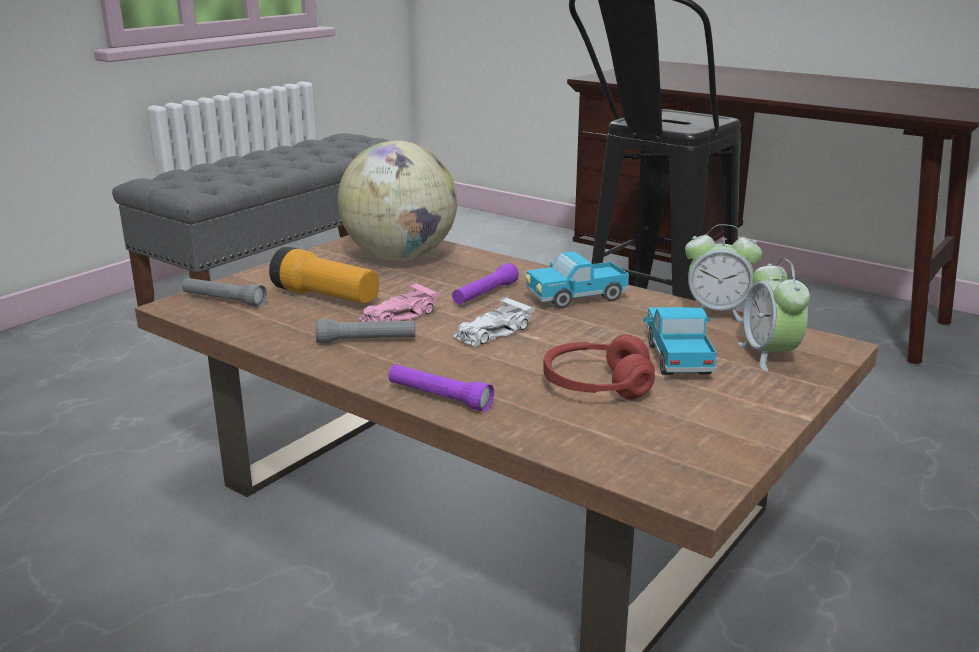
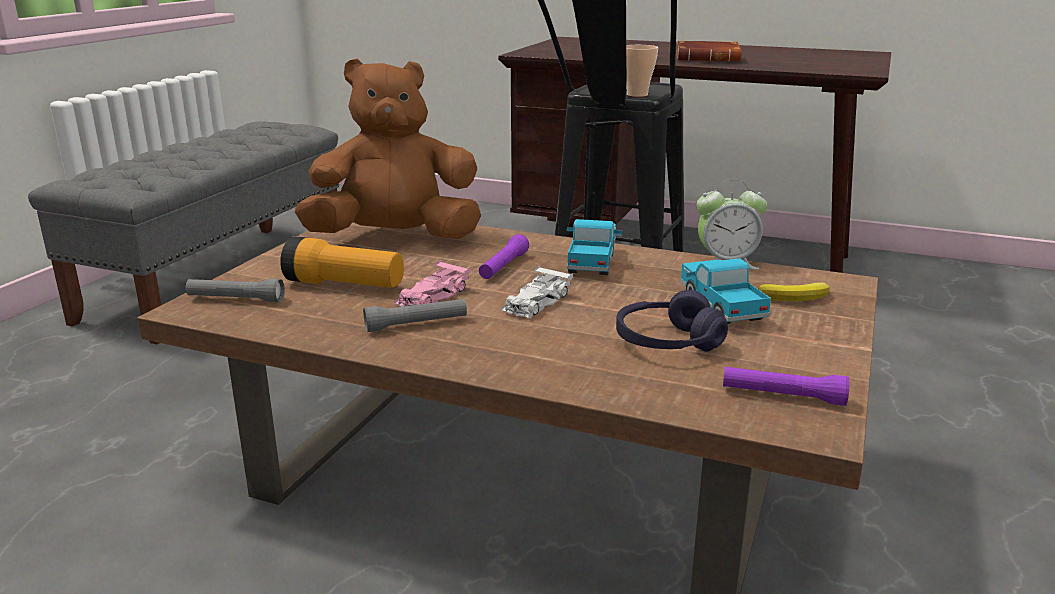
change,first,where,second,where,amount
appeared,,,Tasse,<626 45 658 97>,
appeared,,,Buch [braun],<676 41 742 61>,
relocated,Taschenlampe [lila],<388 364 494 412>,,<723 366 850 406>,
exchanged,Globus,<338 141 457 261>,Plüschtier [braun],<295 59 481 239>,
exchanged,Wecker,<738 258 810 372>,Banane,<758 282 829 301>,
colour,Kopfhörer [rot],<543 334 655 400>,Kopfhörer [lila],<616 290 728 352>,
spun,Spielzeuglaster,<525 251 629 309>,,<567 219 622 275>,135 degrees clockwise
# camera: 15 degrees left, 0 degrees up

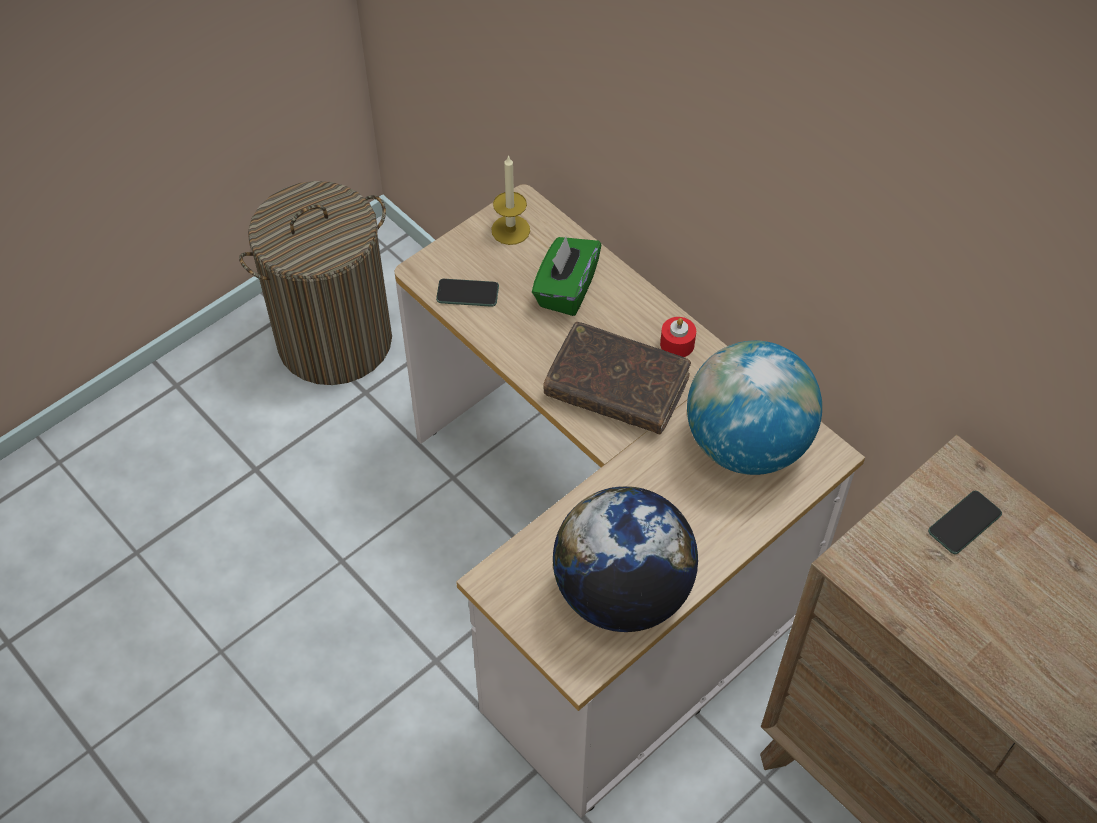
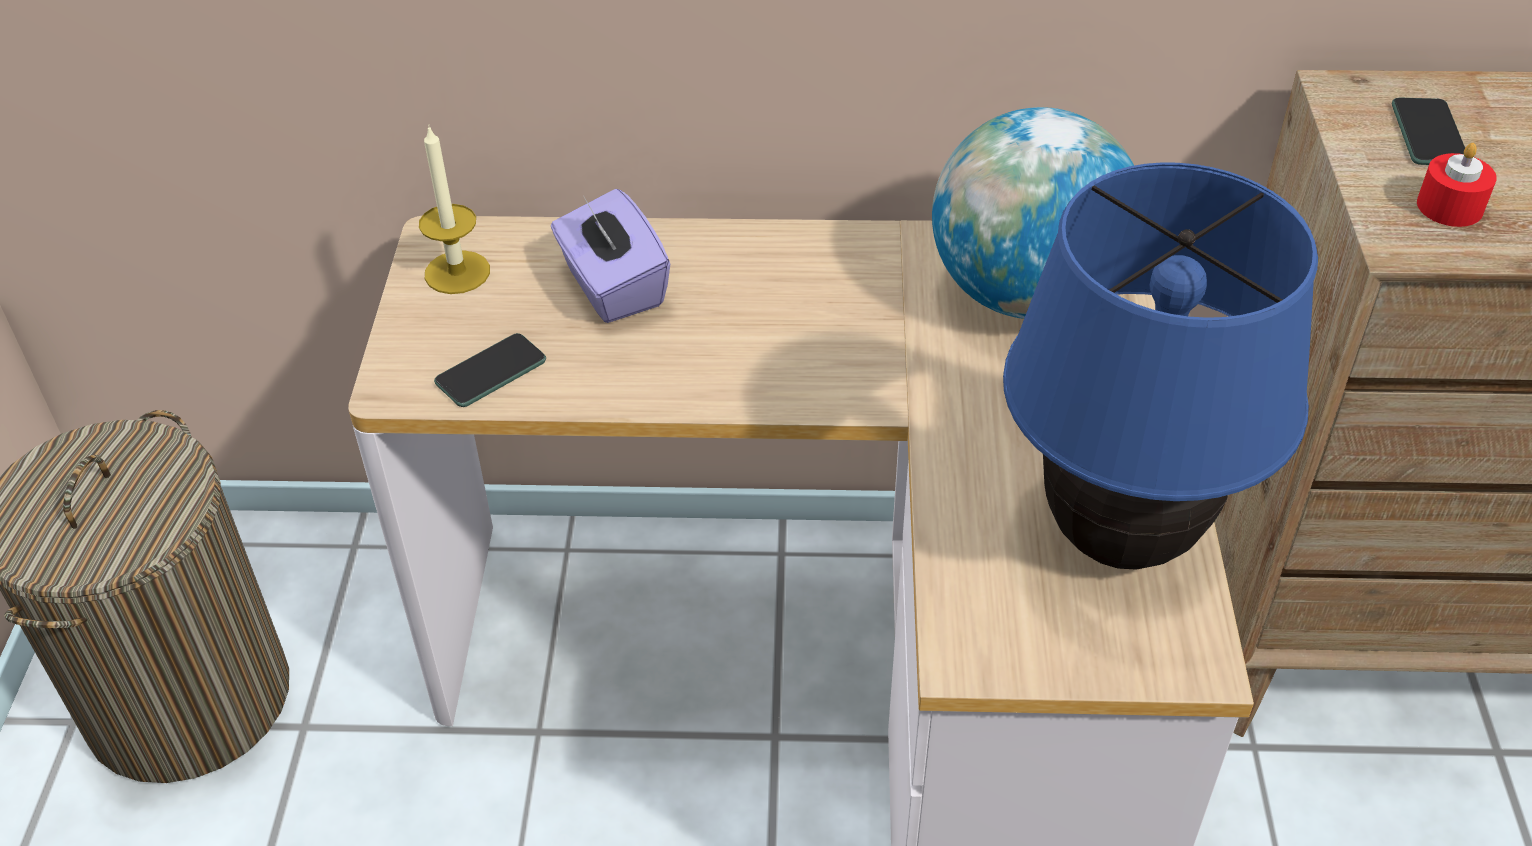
change,first,where,second,where,amount
missing,Buch [braun],<543 322 691 434>,,,
relocated,Kerze [rot],<660 317 696 357>,,<1417 143 1497 227>,
exchanged,Globus,<553 486 698 632>,Tischlampe [blau],<1003 163 1318 570>,
colour,Taschentuchbox [grün],<532 237 601 316>,Taschentuchbox [lila],<551 189 670 323>,
# camera: 45 degrees left, 10 degrees down

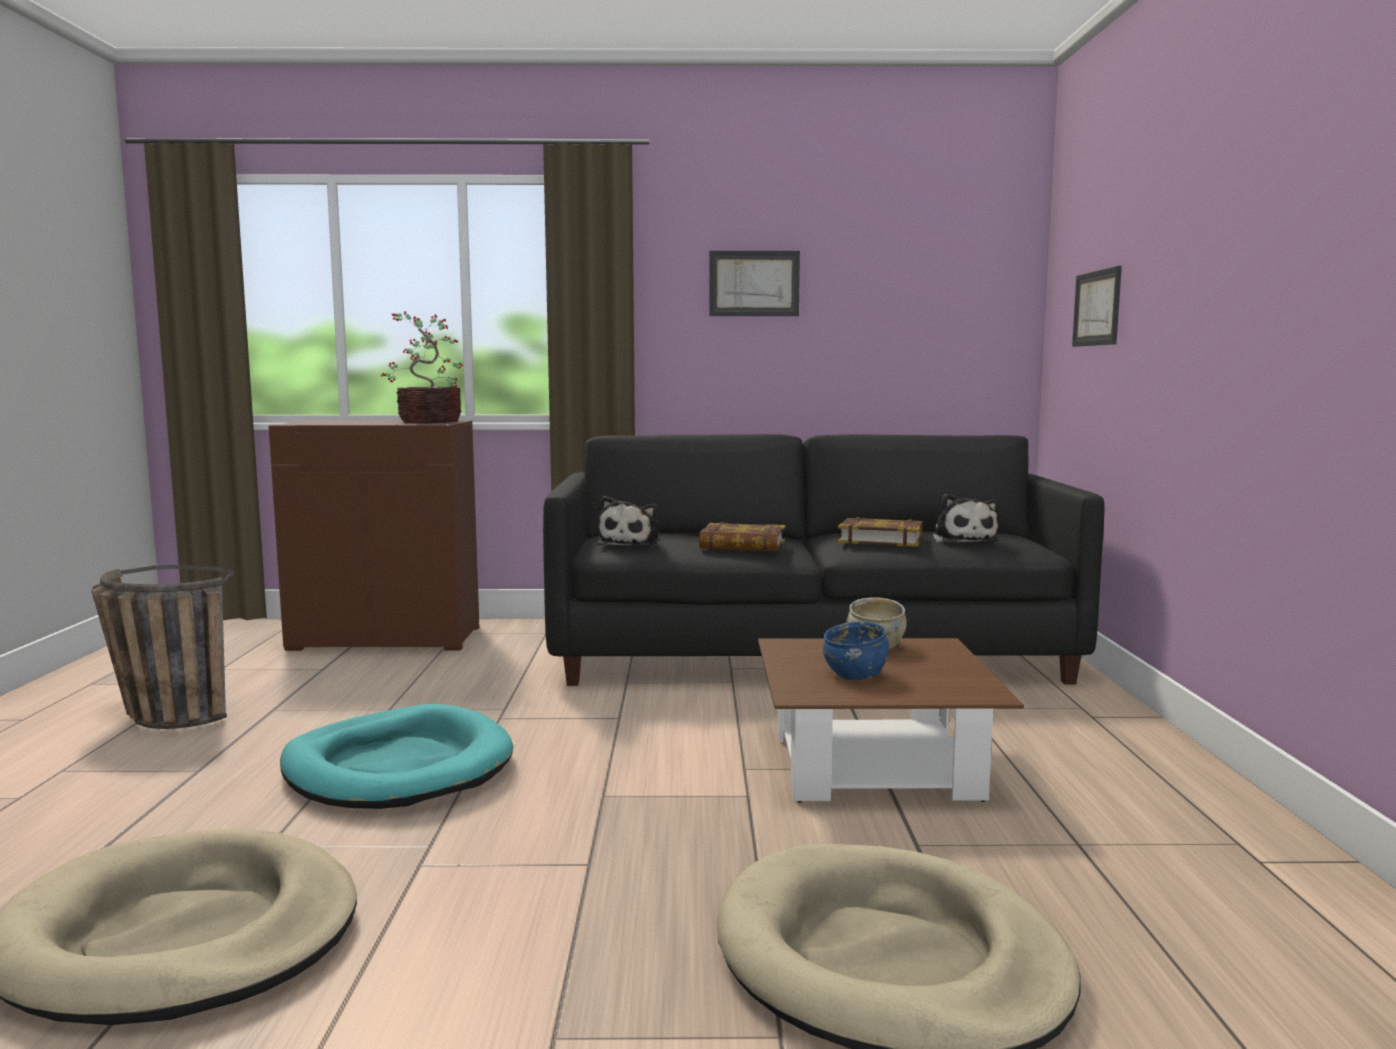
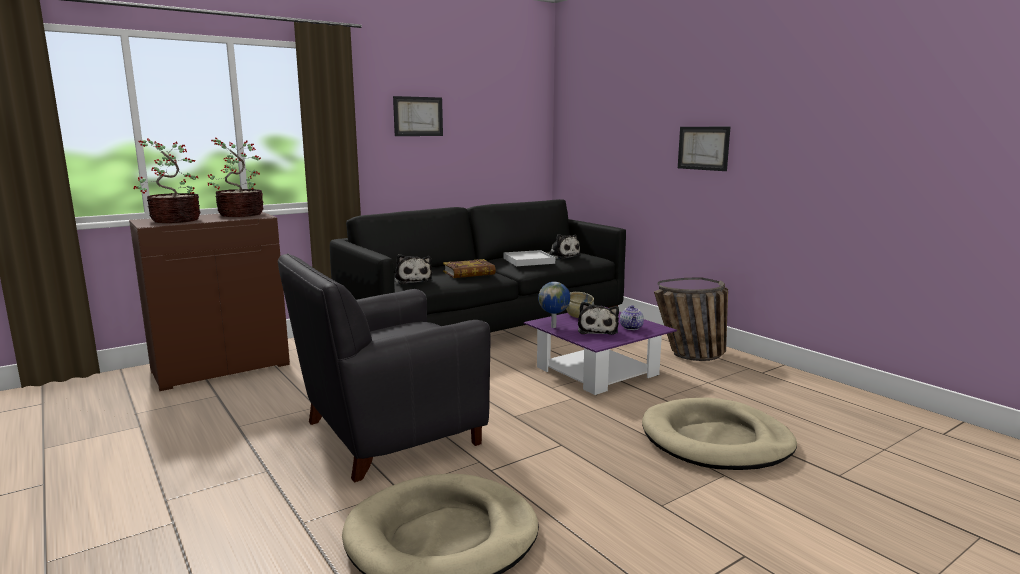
change,first,where,second,where,amount
appeared,,,Topfpflanze,<134 138 201 223>,
appeared,,,Globus,<538 282 570 328>,
appeared,,,Teekanne,<620 305 644 330>,
relocated,Korb,<91 565 235 729>,,<654 277 728 361>,
relocated,Bild,<1072 266 1122 347>,,<678 127 730 171>,
exchanged,Hundebett [türkis],<280 704 513 809>,Sessel [schwarz],<278 254 490 482>,
exchanged,Schüssel [blau],<823 621 889 680>,Plüschtier,<578 302 619 335>,
exchanged,Buch,<838 517 922 547>,Tablett [weiß],<503 250 555 266>,
colour,Couchtisch [braun],<758 638 1024 803>,Couchtisch [lila],<524 306 677 395>,
# camera: 35 degrees left, 5 degrees up

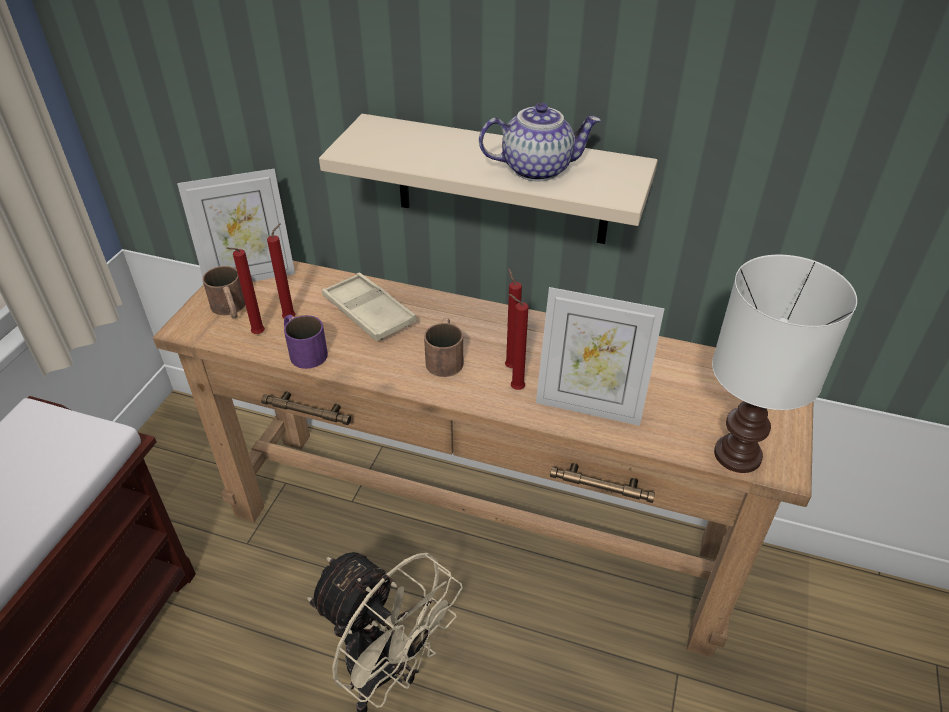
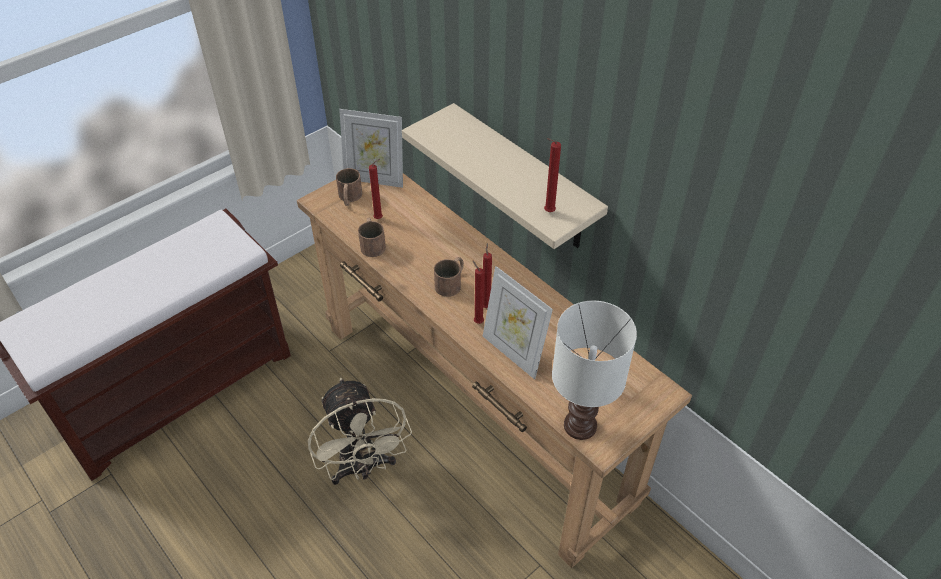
change,first,where,second,where,amount
missing,Tablett [beige],<322 273 416 341>,,,
missing,Teekanne,<479 103 601 181>,,,
relocated,Kerze [rot],<226 247 265 334>,,<544 138 561 212>,
colour,Henkelbecher [lila],<284 315 328 369>,Henkelbecher [braun],<358 218 386 257>,
# camera: 30 degrees right, 5 degrees up

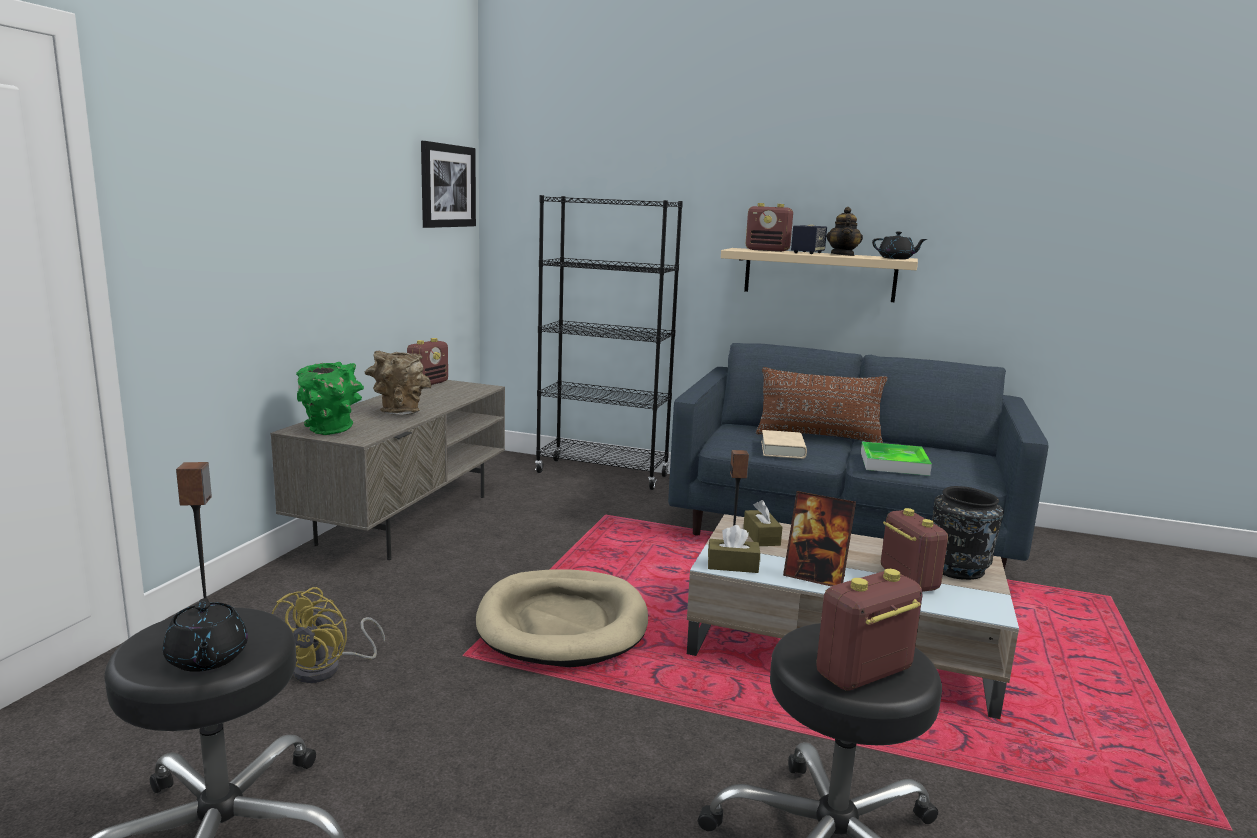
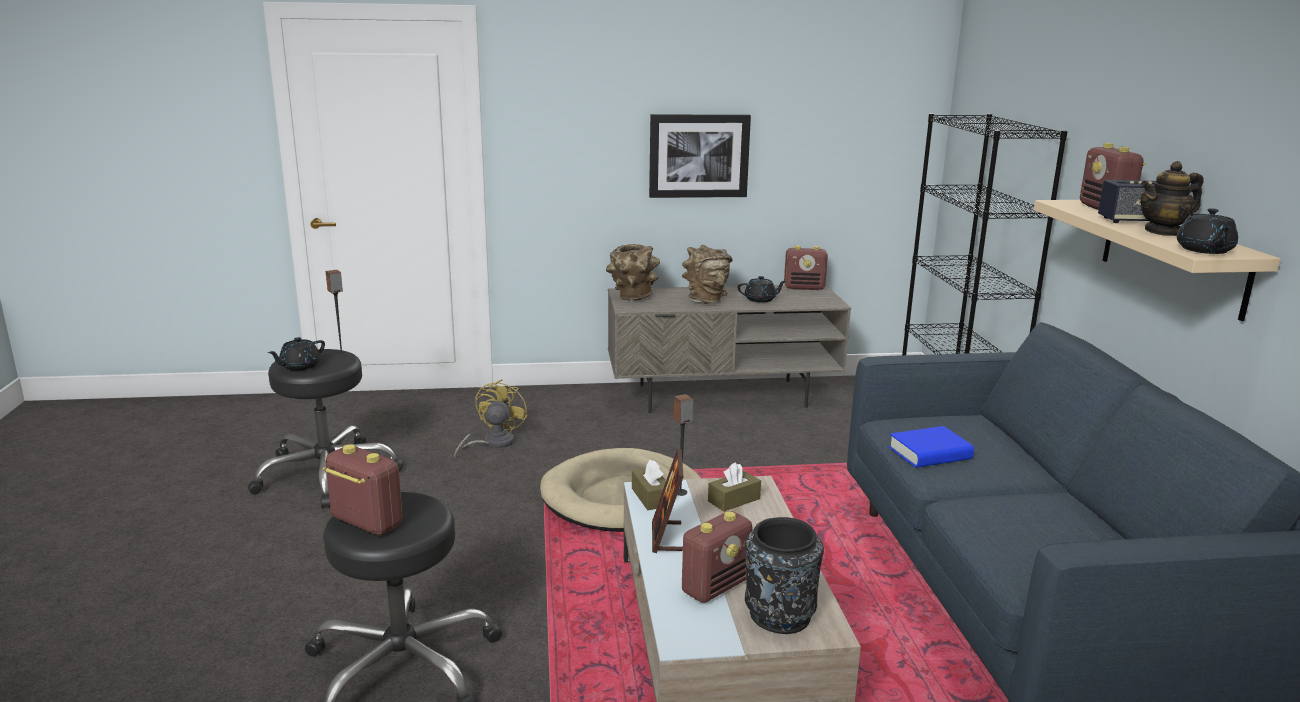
change,first,where,second,where,amount
missing,Kissen [braun],<756 367 887 443>,,,
missing,Tablett,<861 442 932 476>,,,
appeared,,,Teekanne [schwarz],<738 276 787 303>,
relocated,Bild,<421 141 476 228>,,<649 114 751 198>,
colour,Vase [grün],<296 362 364 435>,Vase [braun],<606 244 660 301>,
colour,Buch [beige],<761 430 807 459>,Buch [blau],<889 426 974 468>,
spun,Ventilator [gelb],<271 587 385 683>,,<454 379 528 457>,120 degrees clockwise
# camera: 65 degrees right, 5 degrees up

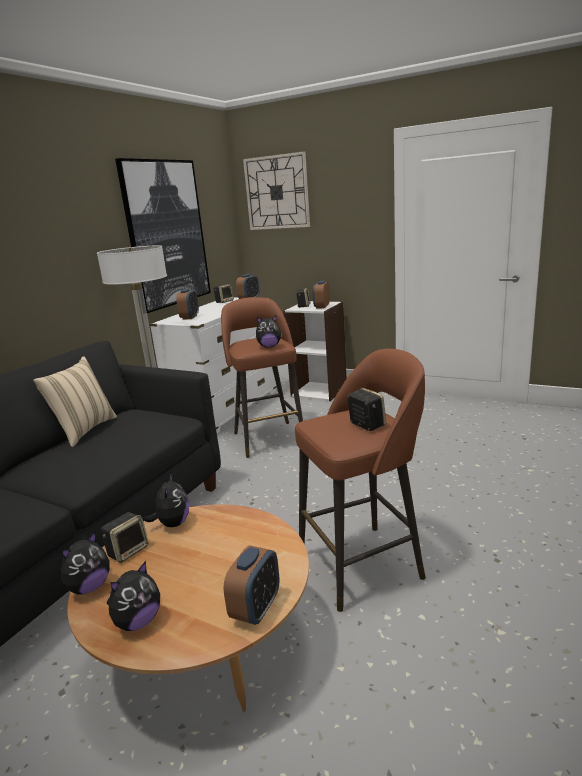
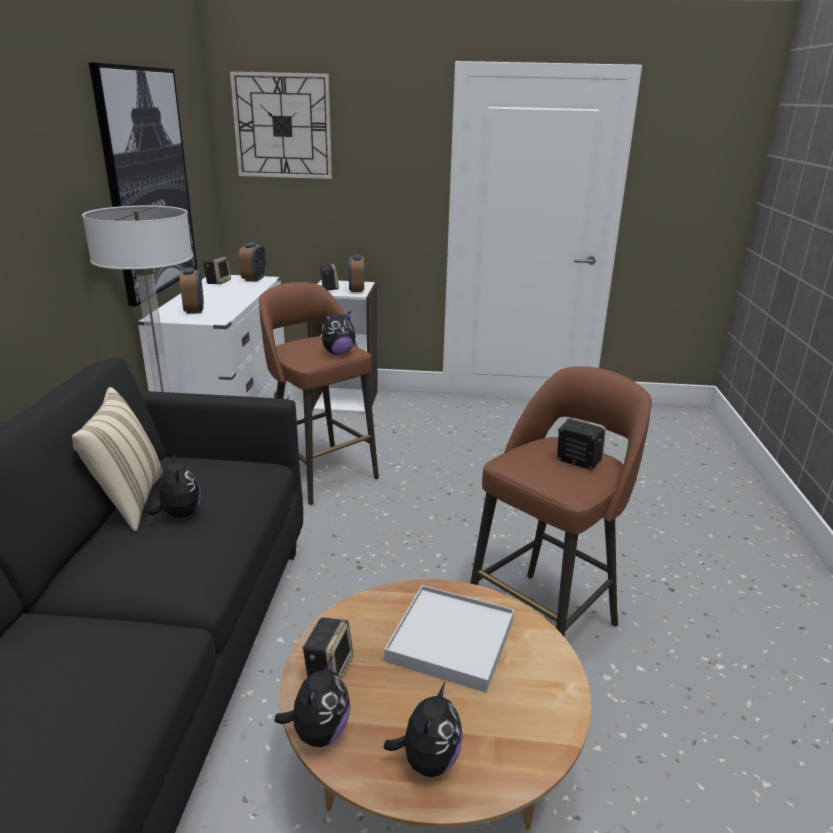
change,first,where,second,where,amount
missing,Wecker,<224 545 280 625>,,,
appeared,,,Tablett [weiß],<384 585 514 693>,
relocated,Plüschtier,<144 473 189 527>,,<147 453 201 518>,
# camera: 25 degrees left, 5 degrees up

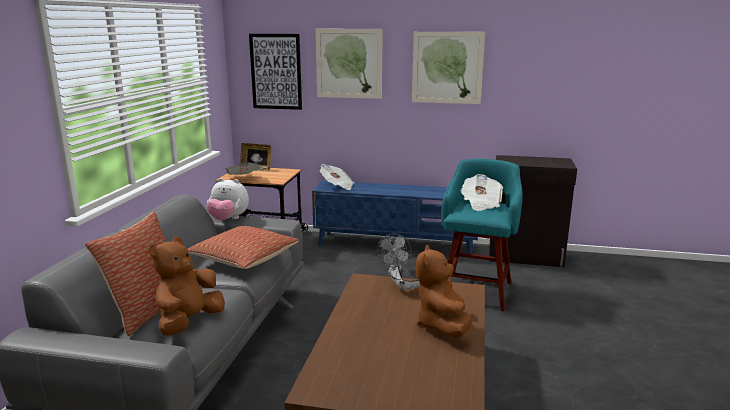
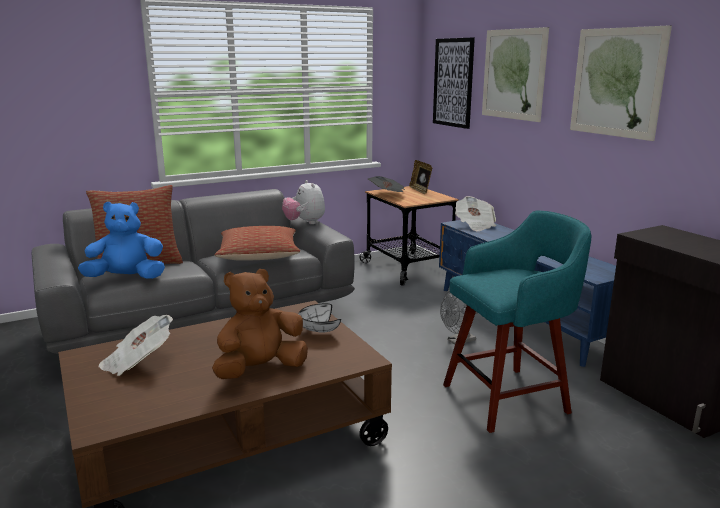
change,first,where,second,where,amount
relocated,Zeitung,<461 174 503 211>,,<99 315 173 376>,
colour,Plüschtier [braun],<149 237 225 336>,Plüschtier [blau],<78 202 165 279>,
# camera: 50 degrees right, 0 degrees up

